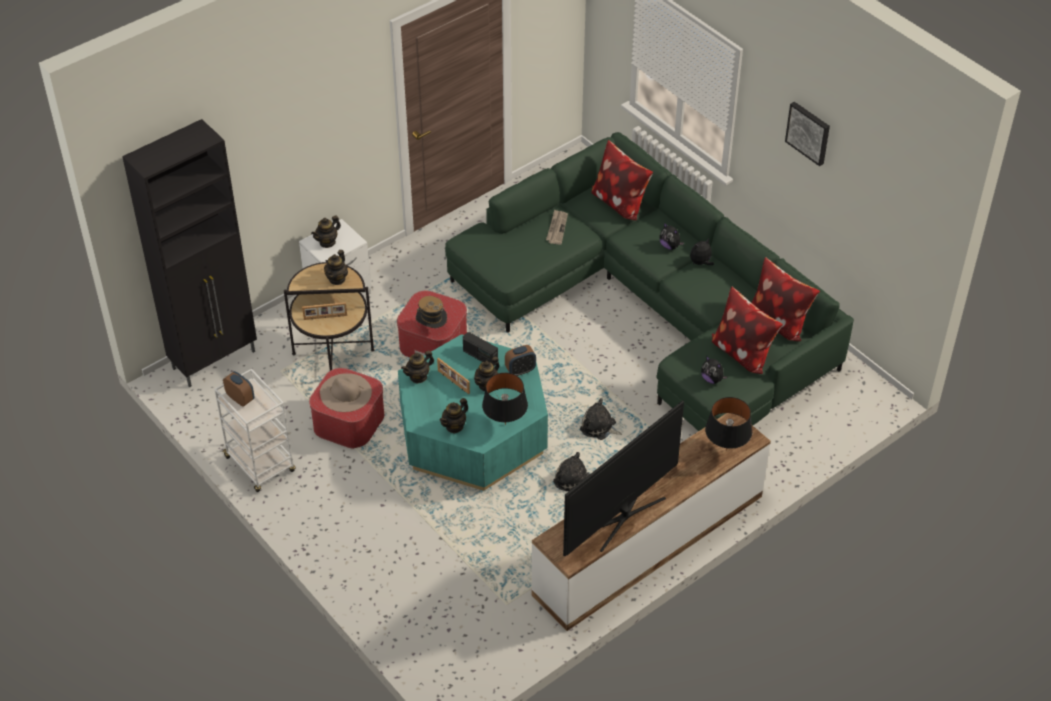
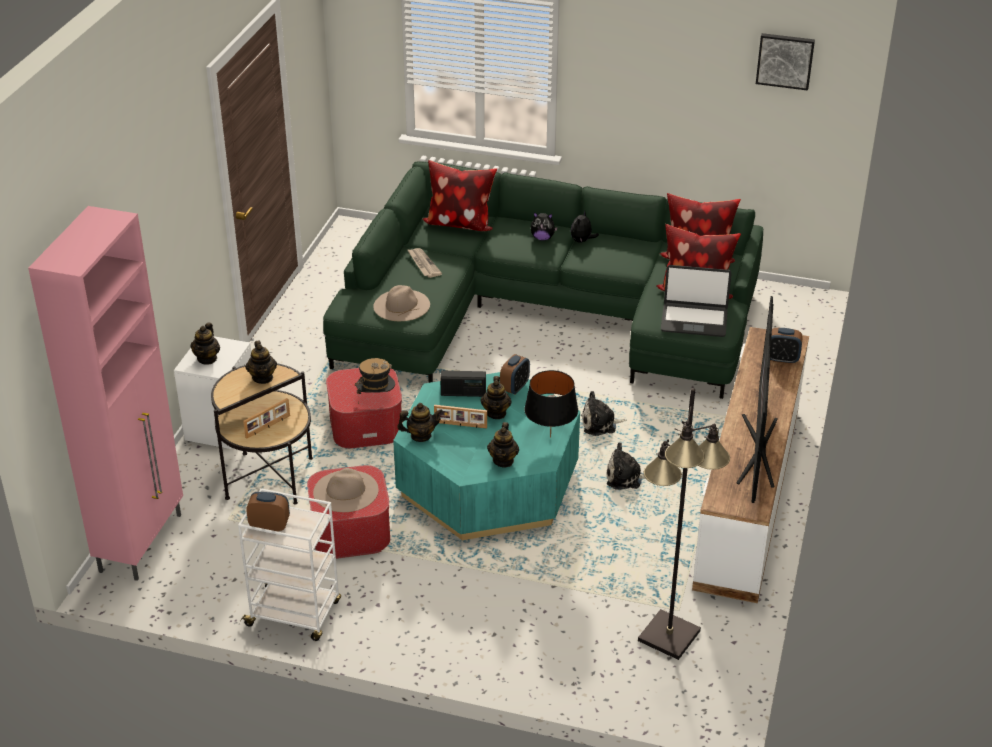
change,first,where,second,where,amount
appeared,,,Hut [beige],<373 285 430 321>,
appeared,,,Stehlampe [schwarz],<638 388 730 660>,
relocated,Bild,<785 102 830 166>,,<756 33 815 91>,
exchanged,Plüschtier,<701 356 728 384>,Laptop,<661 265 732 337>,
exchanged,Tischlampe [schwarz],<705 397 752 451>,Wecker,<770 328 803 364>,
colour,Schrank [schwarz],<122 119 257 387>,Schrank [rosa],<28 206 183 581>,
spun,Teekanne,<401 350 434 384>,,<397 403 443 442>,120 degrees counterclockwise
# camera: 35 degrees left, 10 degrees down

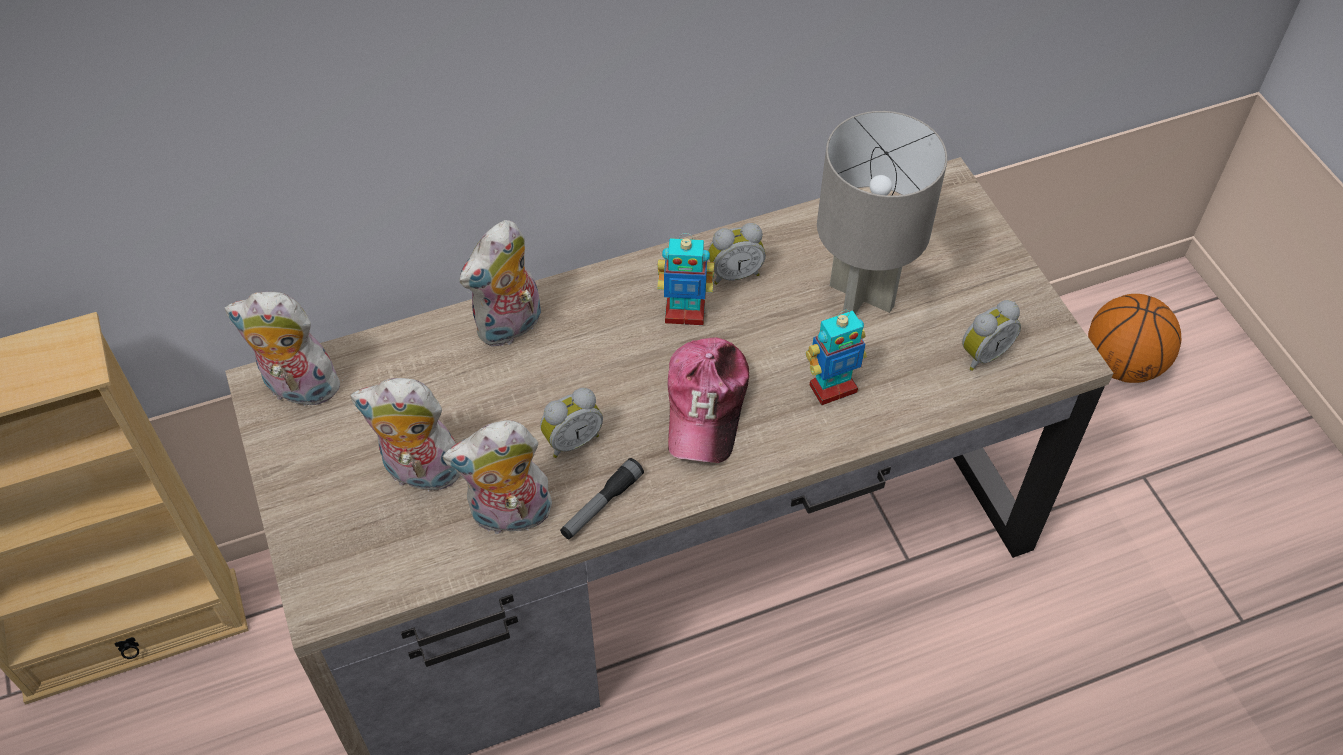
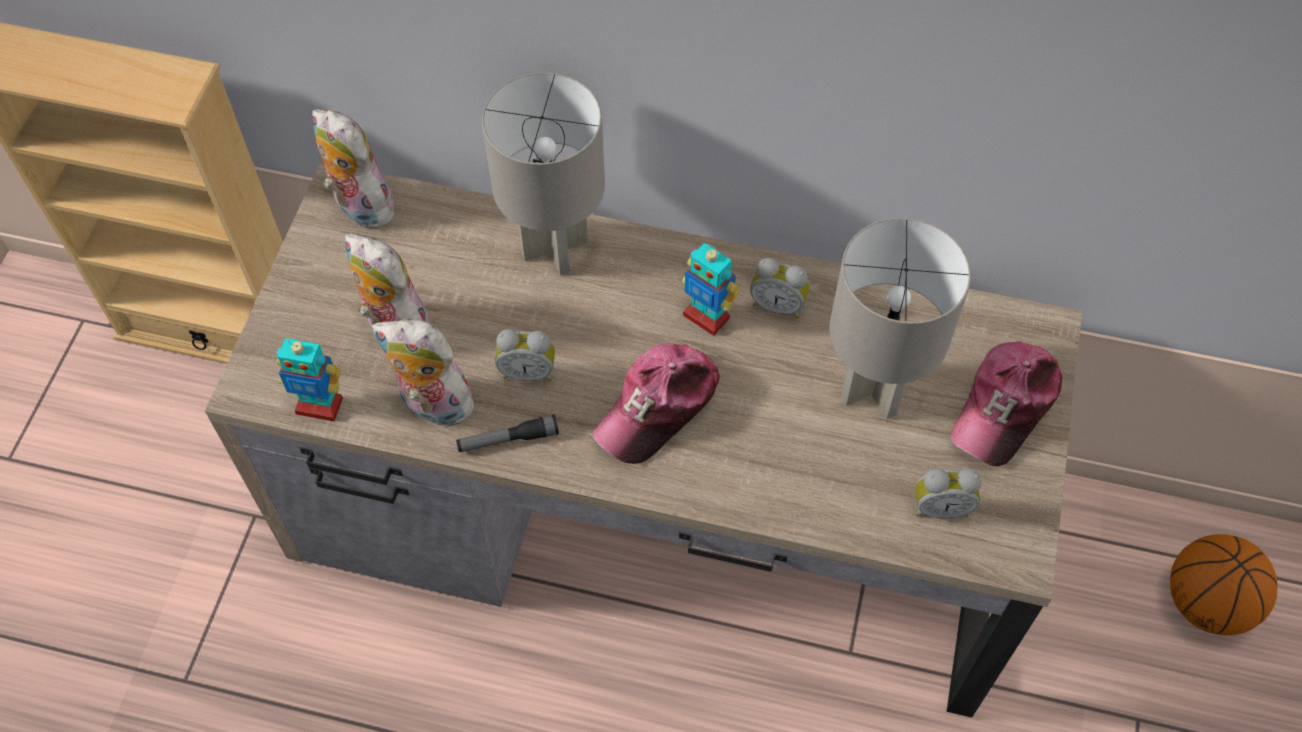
change,first,where,second,where,amount
appeared,,,Kappe,<951 341 1062 466>,
relocated,Spielzeugroboter,<806 310 867 405>,,<277 338 343 421>,
exchanged,Plüschtier,<460 220 541 347>,Tischlampe [grau],<482 73 605 275>,
# camera: 35 degrees right, 5 degrees up

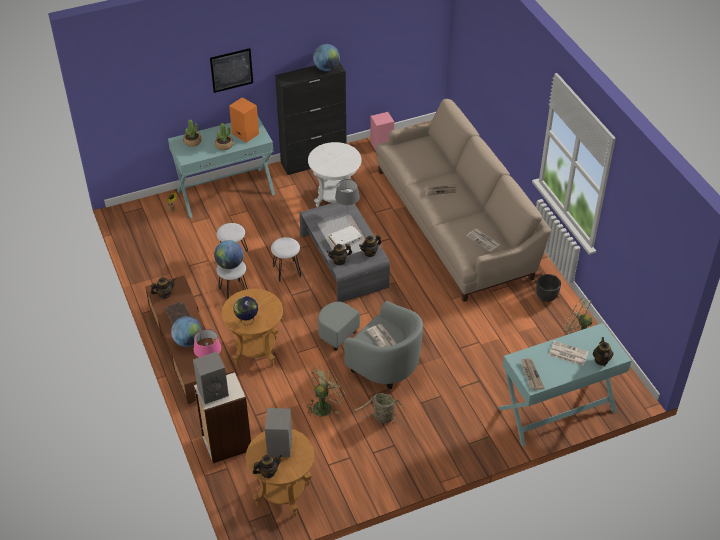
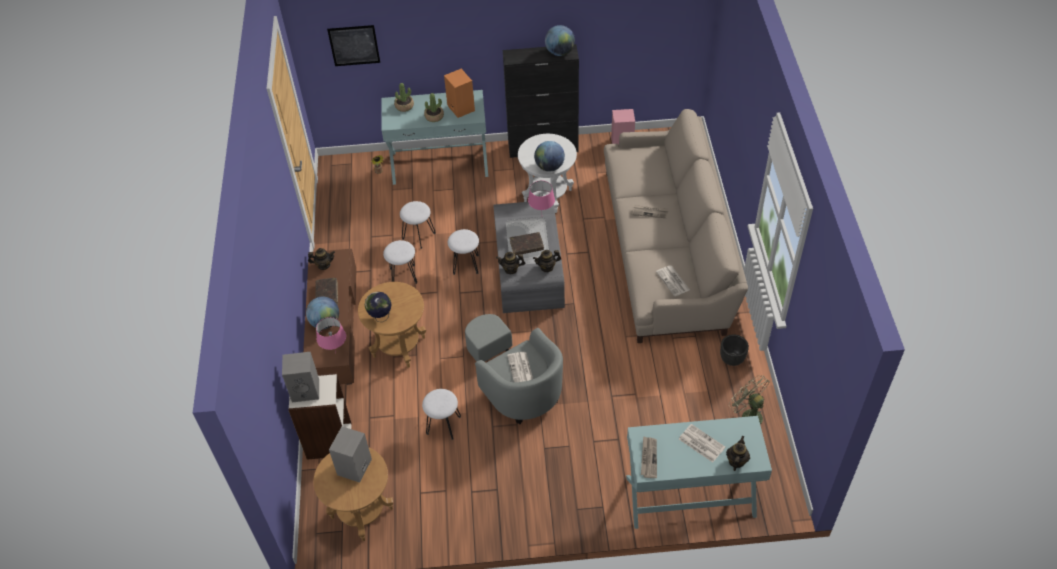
change,first,where,second,where,amount
missing,Teekanne,<253 454 282 478>,,,
missing,Korb,<353 393 405 423>,,,
relocated,Bild,<210 48 253 93>,,<327 25 380 66>,
relocated,Globus,<214 240 243 269>,,<534 141 565 171>,
exchanged,Ventilator [grün],<307 367 346 417>,Hocker [weiß],<422 389 461 440>,
colour,Buch [weiß],<329 225 362 247>,Buch [braun],<510 232 544 255>,
colour,Tischlampe [grau],<335 179 360 214>,Tischlampe [rosa],<528 181 555 210>,
# camera: 20 degrees right, 5 degrees up

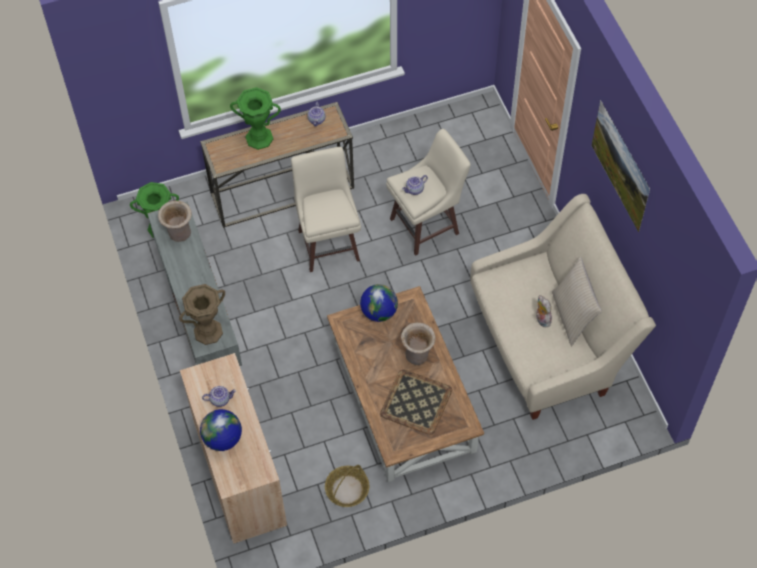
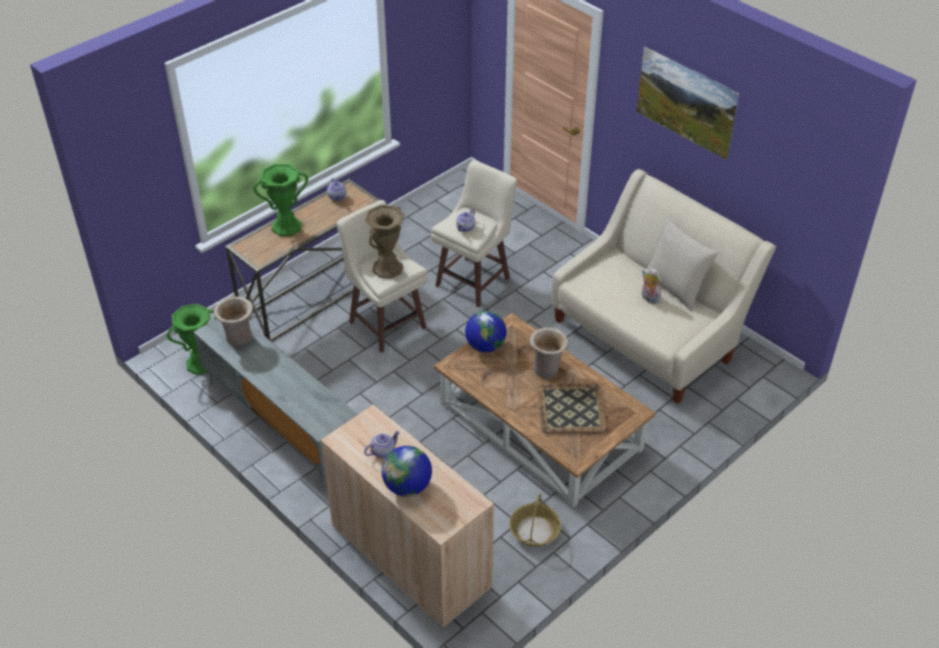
change,first,where,second,where,amount
relocated,Vase [braun],<179 284 225 345>,,<365 205 404 279>,
# camera: 25 degrees left, 15 degrees down

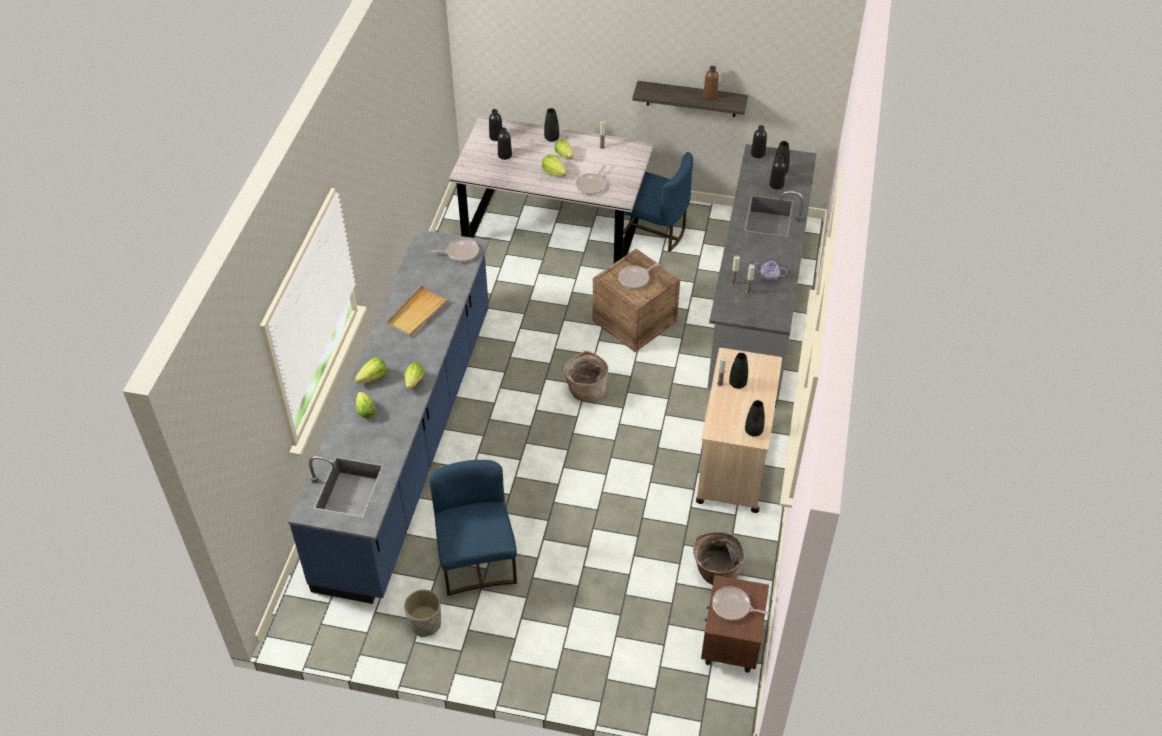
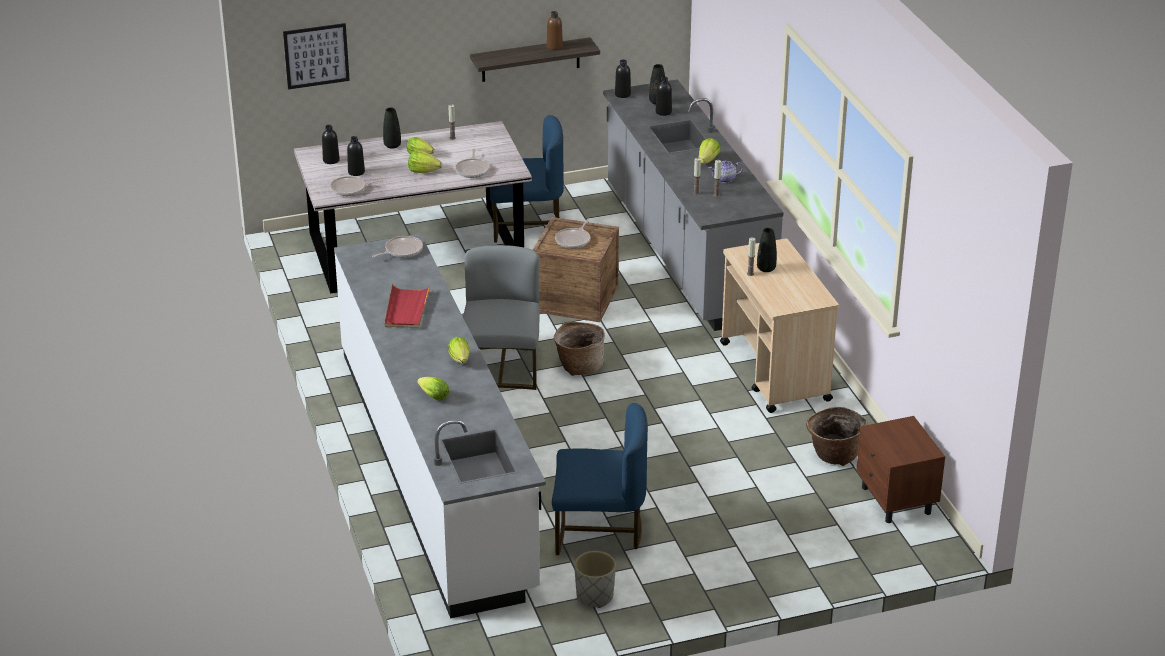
change,first,where,second,where,amount
missing,Vase [schwarz],<745 400 765 437>,,,
appeared,,,Bild,<283 23 350 90>,
appeared,,,Stuhl [grau],<463 245 539 390>,
relocated,Salatkopf,<355 357 387 383>,,<699 138 721 164>,
relocated,Pfanne,<712 586 769 621>,,<330 176 384 196>,
colour,Küchenzeile [blau],<288 229 489 604>,Küchenzeile [weiß],<334 233 546 618>,
colour,Tablett [beige],<387 285 449 337>,Tablett [rot],<385 284 431 328>,
spun,Stuhl [blau],<429 460 517 596>,,<552 403 648 555>,135 degrees clockwise
# camera: 30 degrees left, 15 degrees down

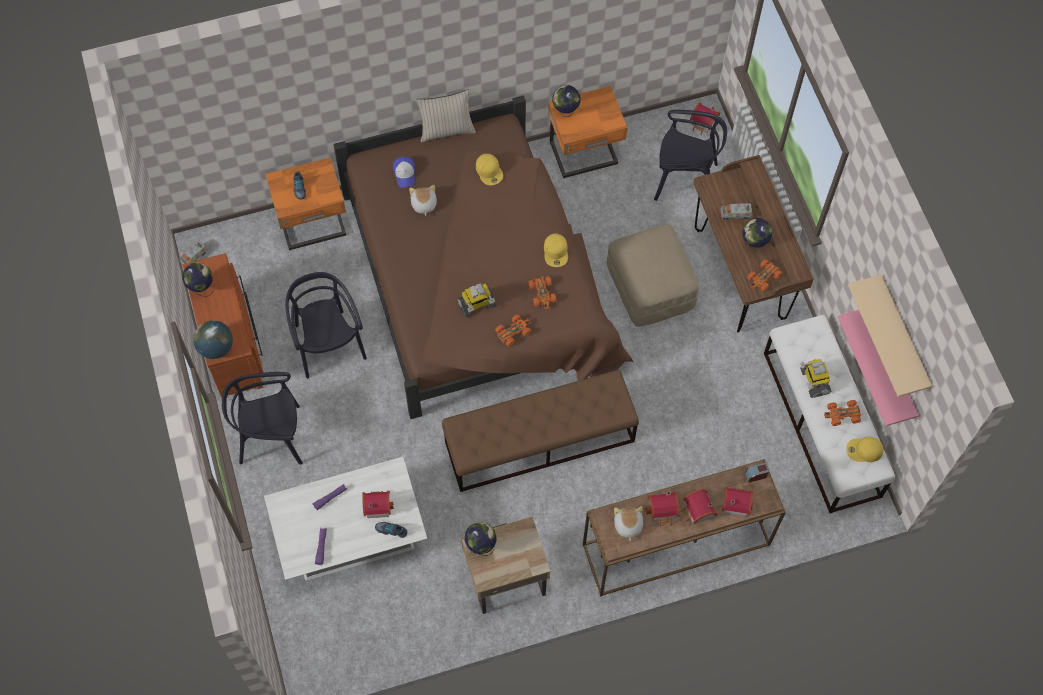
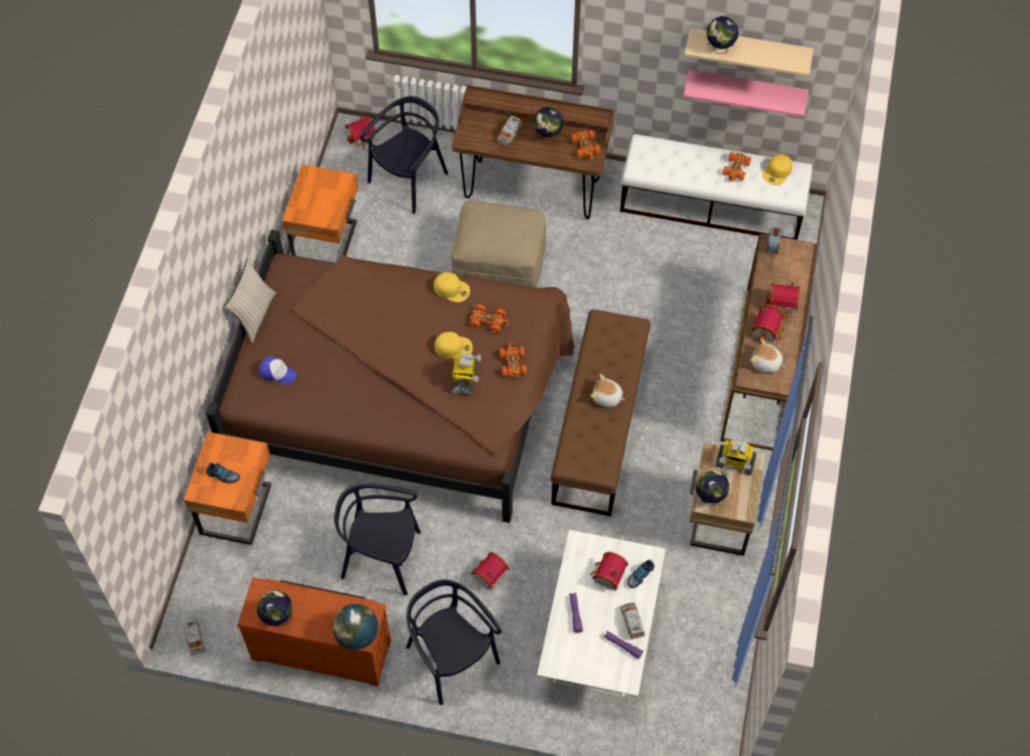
change,first,where,second,where,amount
appeared,,,Spielzeuglaster,<620 602 645 640>,
relocated,Plüschtier,<409 185 437 216>,,<591 374 625 407>,
relocated,Kappe [gelb],<476 154 503 186>,,<434 332 473 359>,
relocated,Globus,<552 85 580 117>,,<706 16 739 54>,
relocated,Spielzeughaus,<722 487 753 517>,,<471 552 509 590>,
relocated,Spielzeugroboter,<800 359 831 398>,,<715 439 756 475>,
spun,Stuhl [schwarz],<222 372 303 465>,,<406 579 502 705>,120 degrees clockwise
# camera: 60 degrees left, 5 degrees down

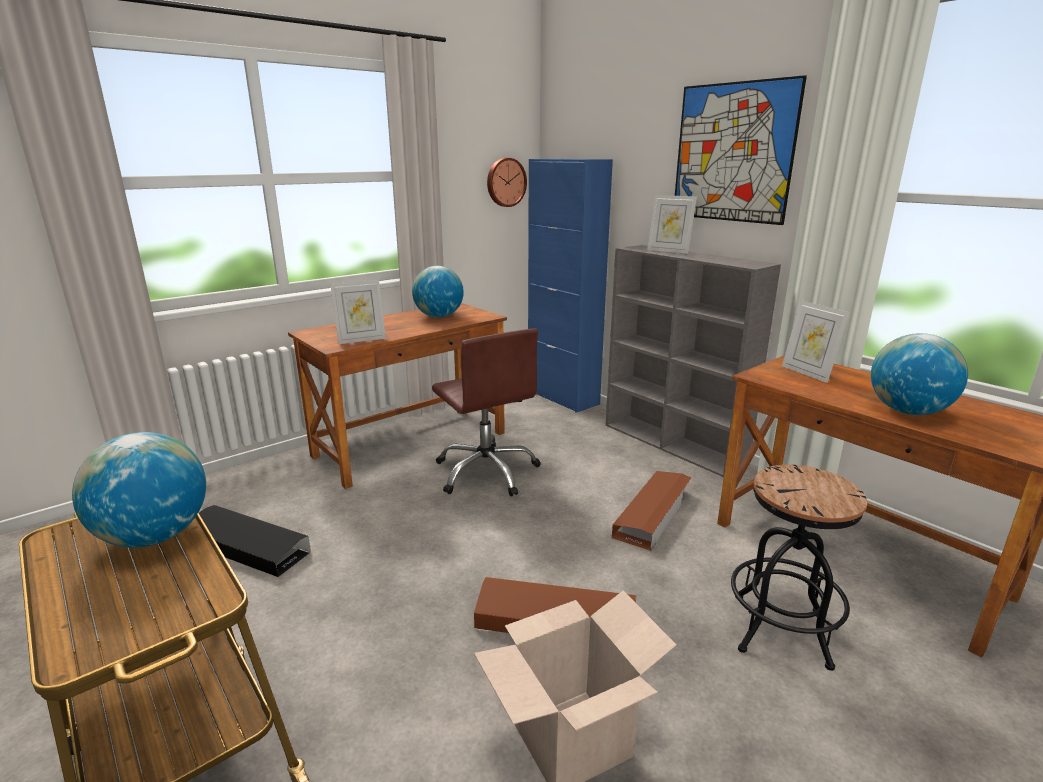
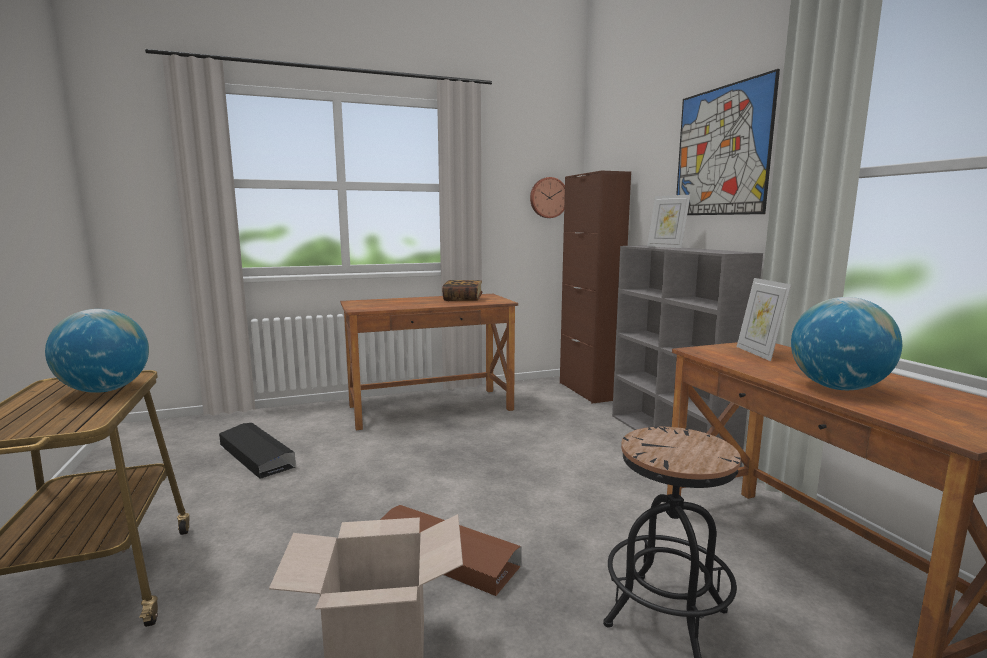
change,first,where,second,where,amount
missing,Bilderrahmen,<330 280 386 344>,,,
missing,Bürostuhl [braun],<432 328 541 496>,,,
missing,Aufbewahrungsbox [braun],<612 471 691 551>,,,
exchanged,Globus,<412 266 464 318>,Buch,<442 280 483 301>,
colour,Schrank [blau],<528 159 613 413>,Schrank [braun],<560 171 631 404>,
# camera: 20 degrees right, 10 degrees down

